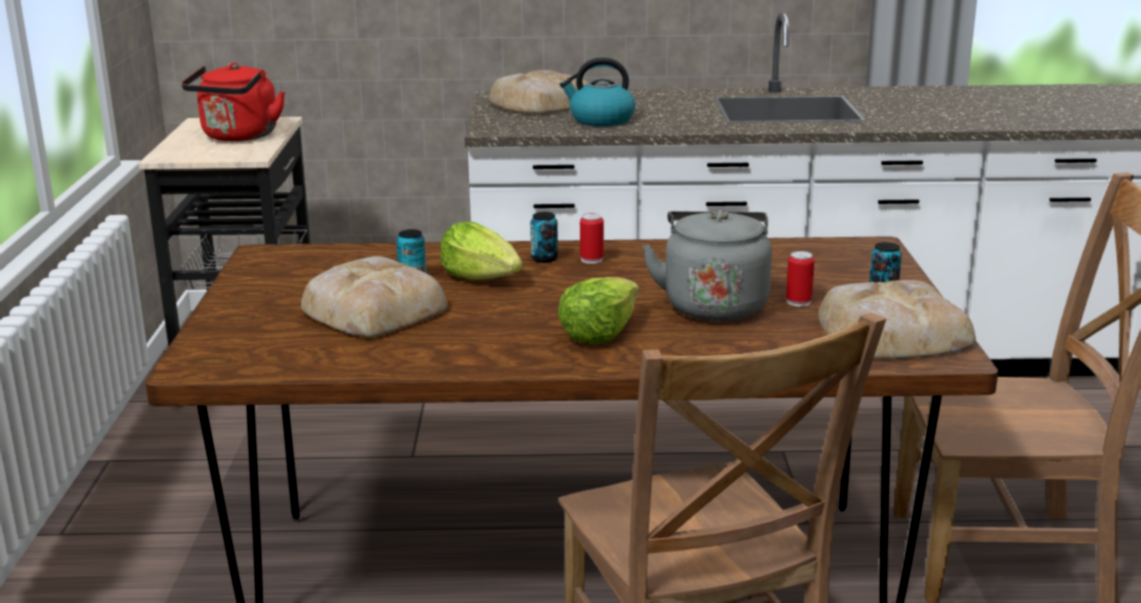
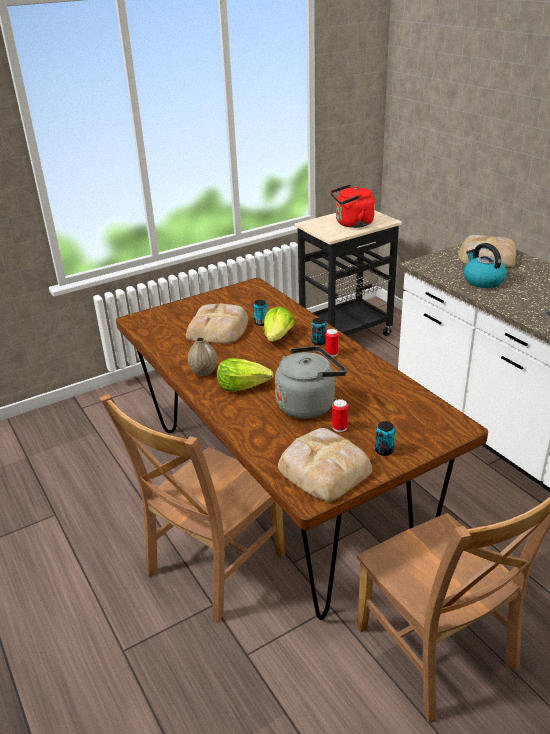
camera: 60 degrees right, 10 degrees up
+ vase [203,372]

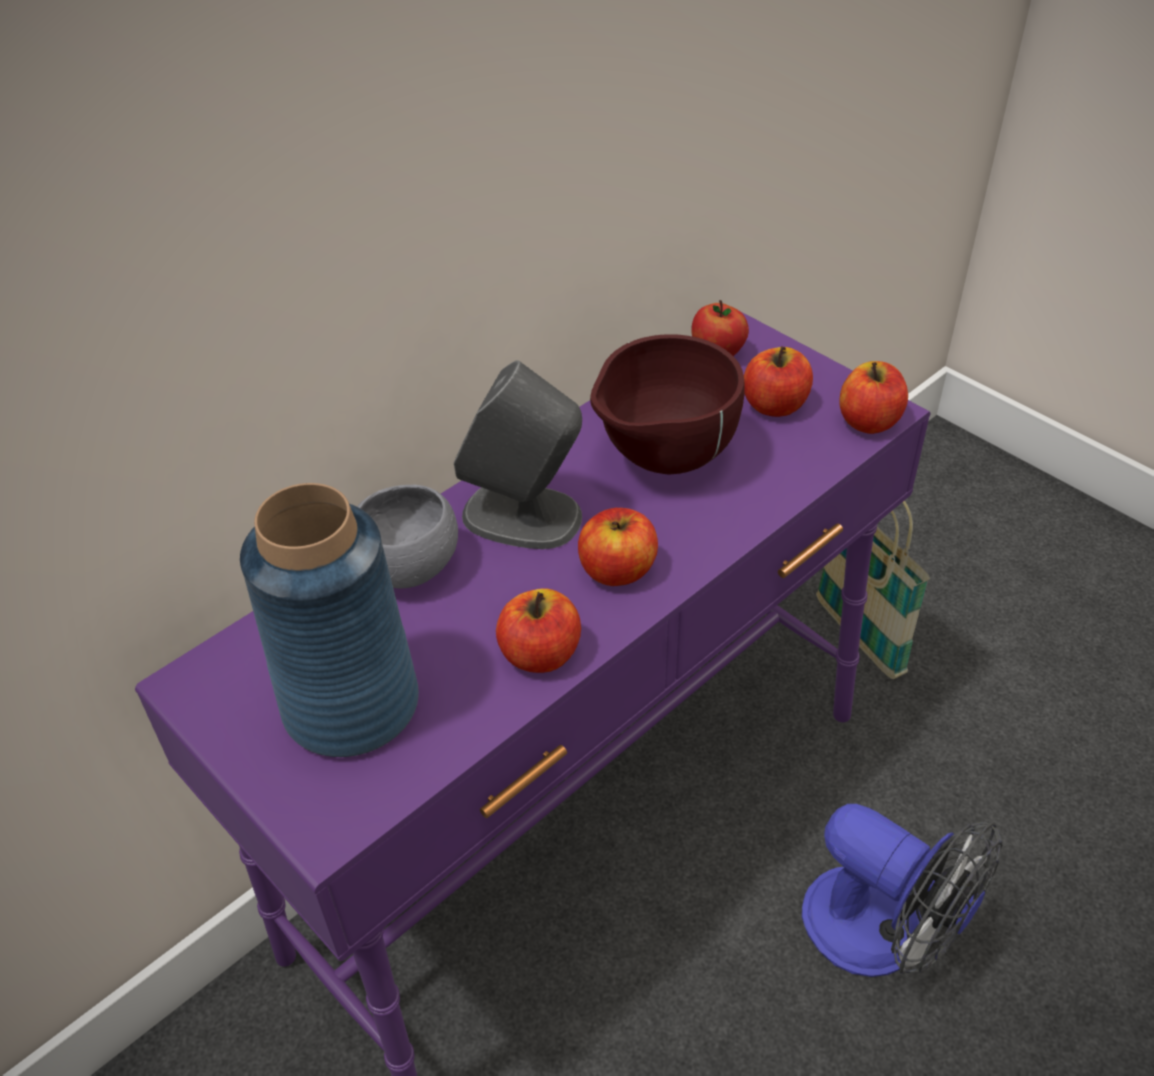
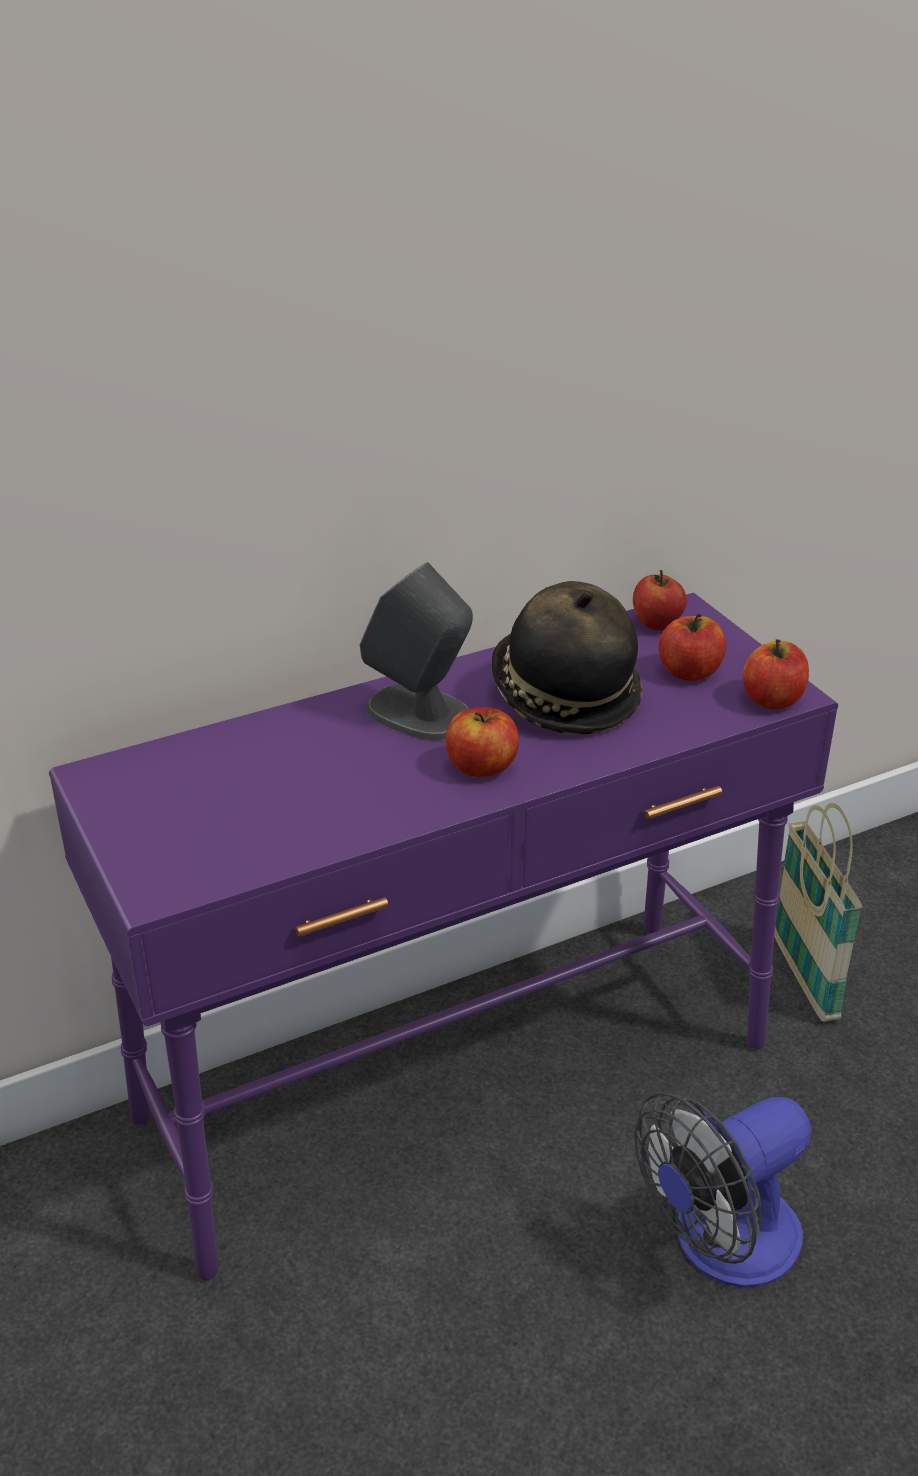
camera: 15 degrees right, 10 degrees down
- vase [bleu] [352,705]
- bol [gris] [409,568]
- pomme [540,654]
~ bol [marron] [662,462] to chapeau [562,696]
~ ventilateur [882,934] = [720,1245] 90 degrees clockwise

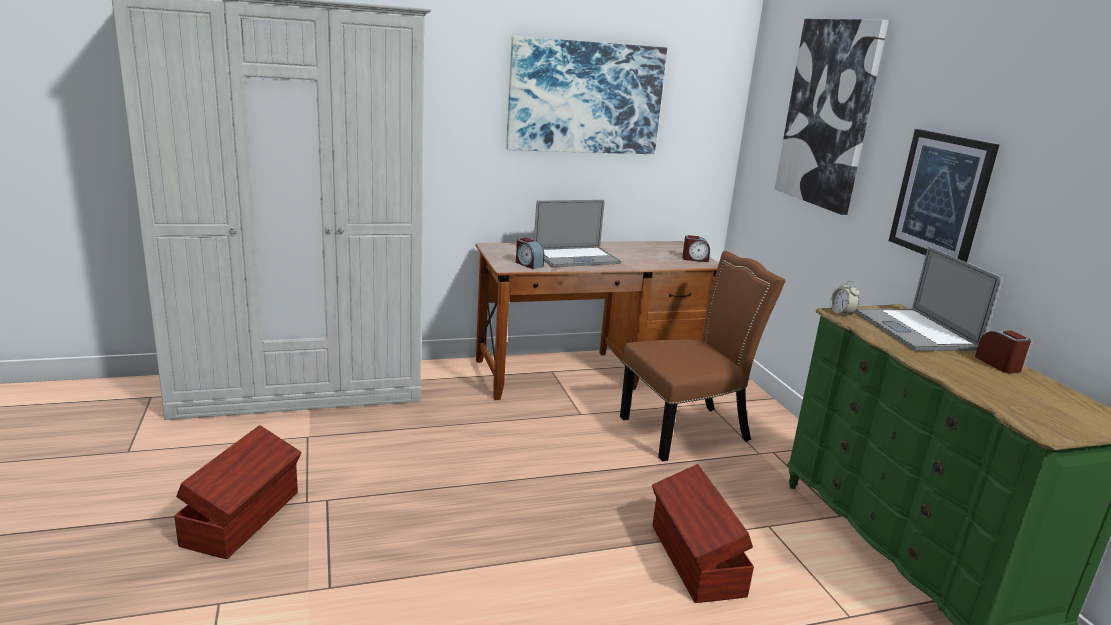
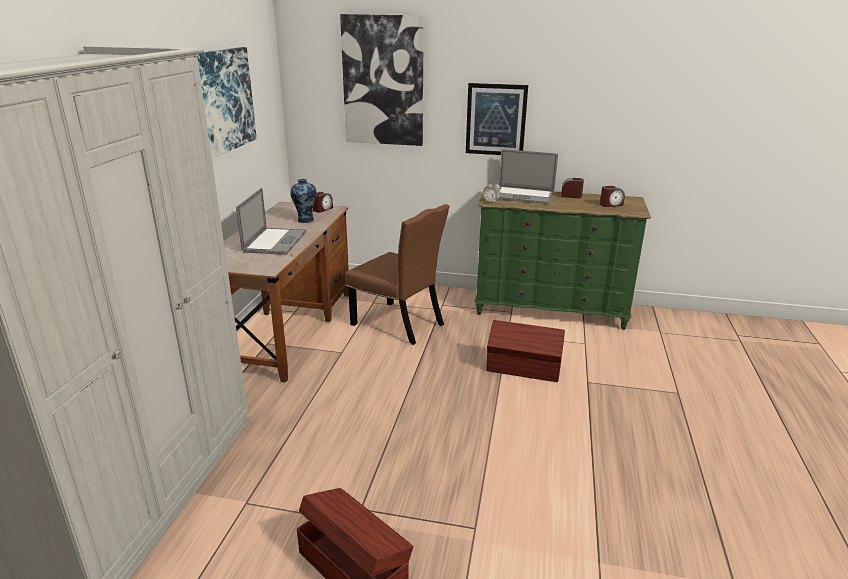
camera: 60 degrees left, 5 degrees up
+ vase [305,220]
~ réveil [528,264] to [611,205]
~ chaise [marron] [683,431] = [397,323] 120 degrees clockwise

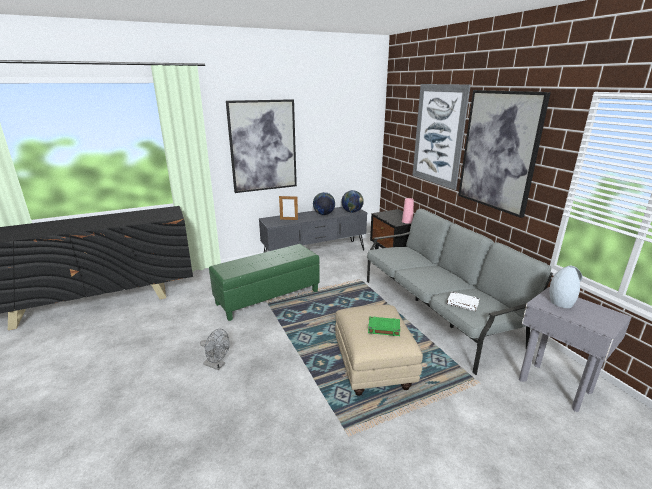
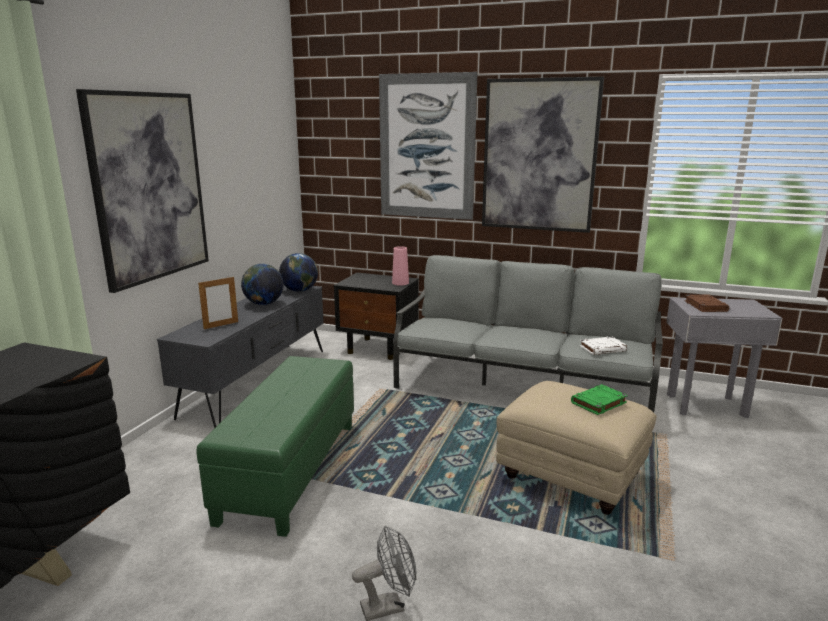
camera: 45 degrees left, 5 degrees down
~ vase [gris] [561,303] to livre [marron] [705,306]

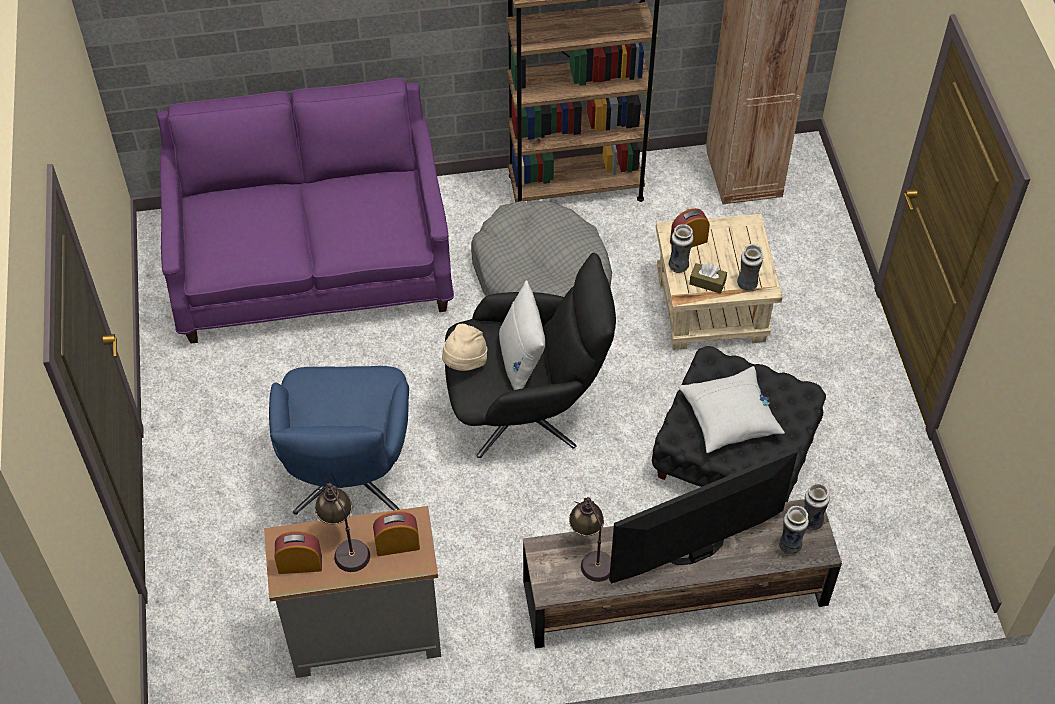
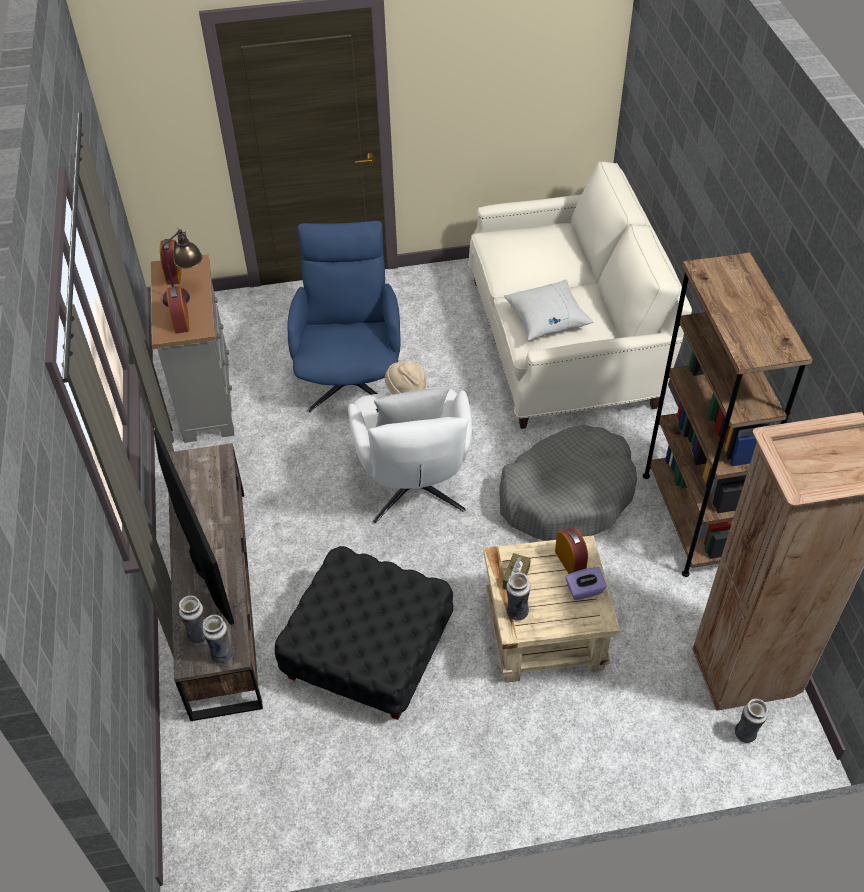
camera: 90 degrees right, 5 degrees down
- lampe de table [590,556]
+ boîte à mouchoirs [violet] [584,590]
~ vase [679,265] to [745,734]
~ coussin [gris] [729,418] to [546,319]
~ canapé [violet] [312,262] to canapé [blanc] [565,341]
~ fauteuil [noir] [525,411] to fauteuil [blanc] [413,487]
~ fauteuil [bleu] [348,475] = [351,379] 90 degrees clockwise

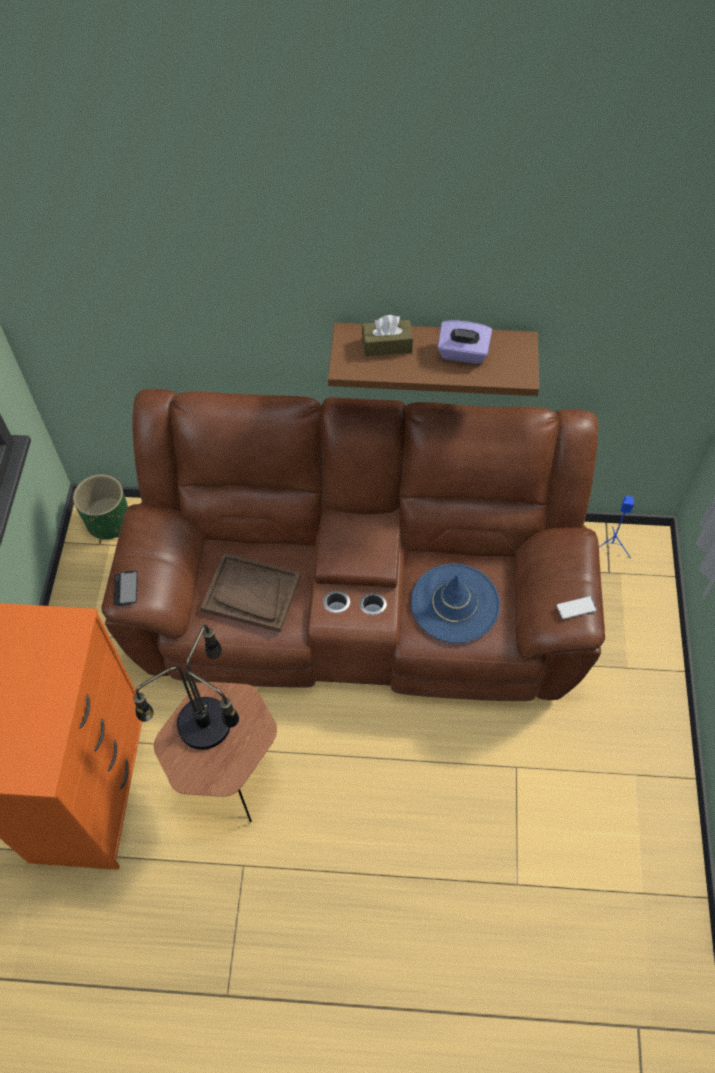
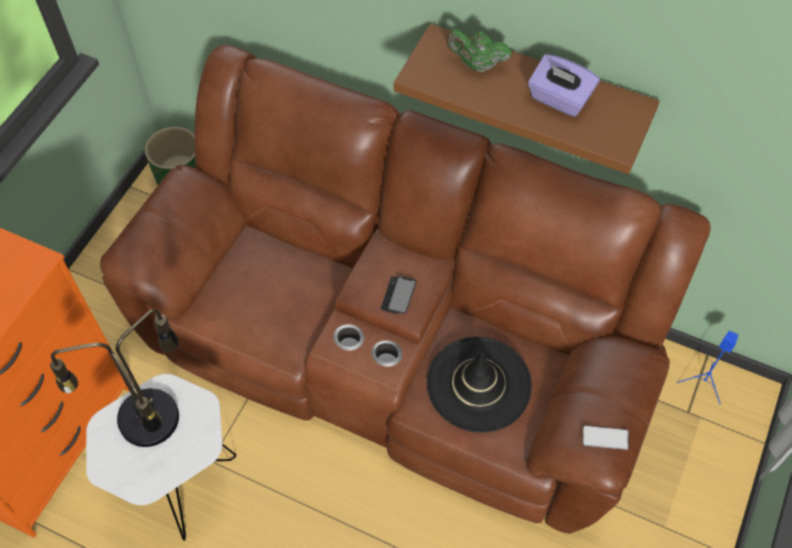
camera: 20 degrees right, 0 degrees up
- plateau [marron] [251,594]
~ téléphone [125,589] to [398,295]
~ boîte à mouchoirs [marron] [387,345] to théière [vert] [477,65]
~ table d'appoint [marron] [232,782] to table d'appoint [blanc] [183,491]
~ chapeau [bleu] [455,603] to chapeau [noir] [478,384]

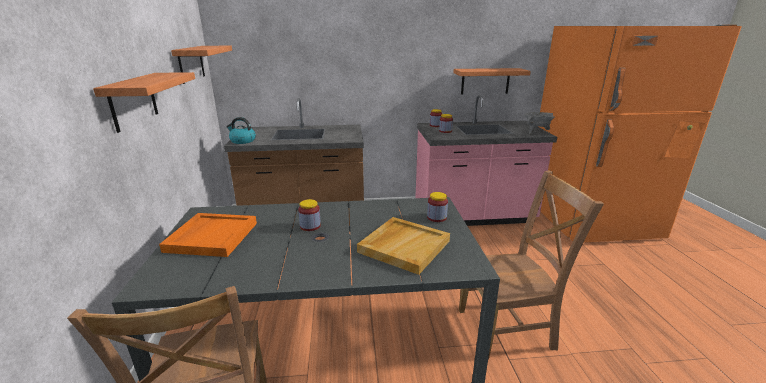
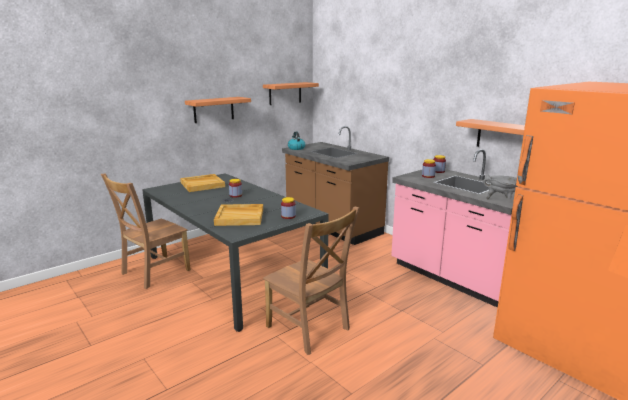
camera: 55 degrees right, 5 degrees down
~ plateau [orange] [212,236] to plateau [beige] [202,184]

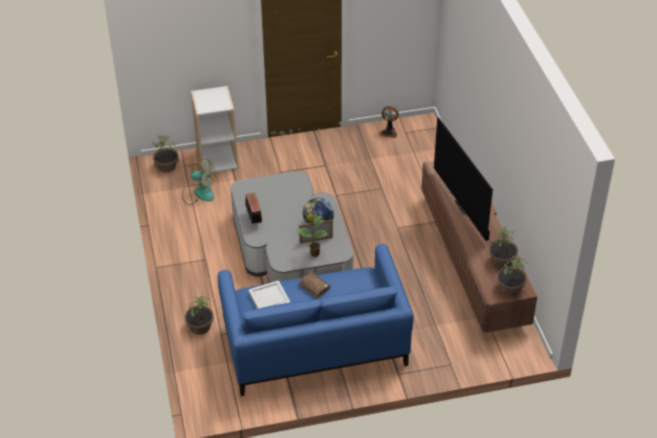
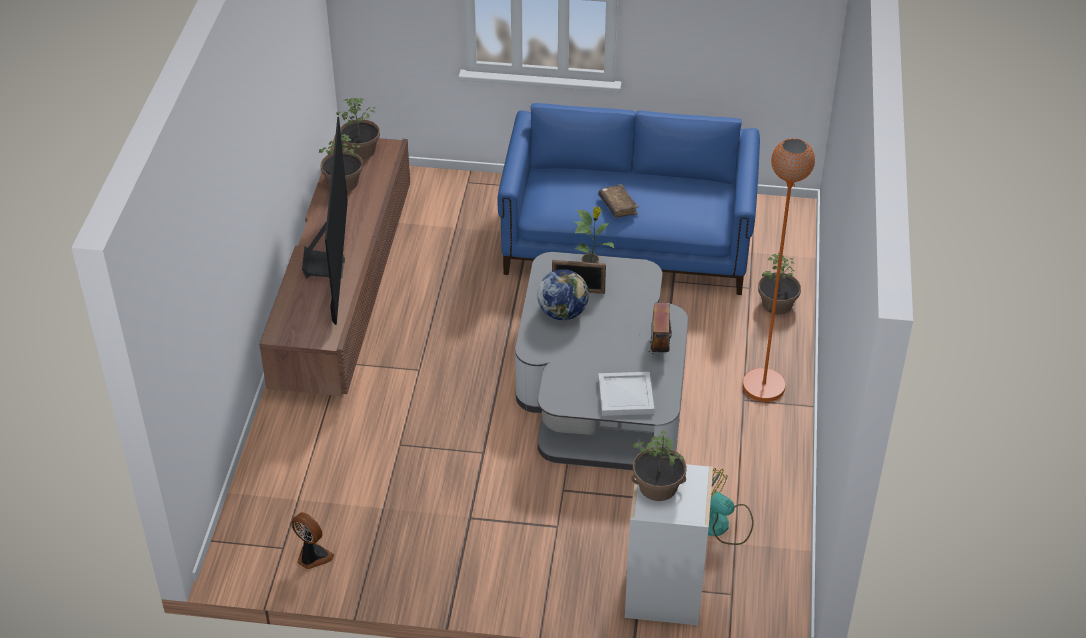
camera: 160 degrees left, 0 degrees up
+ lampadaire [orange] [764,386]
~ plante en pot [167,166] to [658,486]
~ plateau [blanc] [269,299] to [626,395]

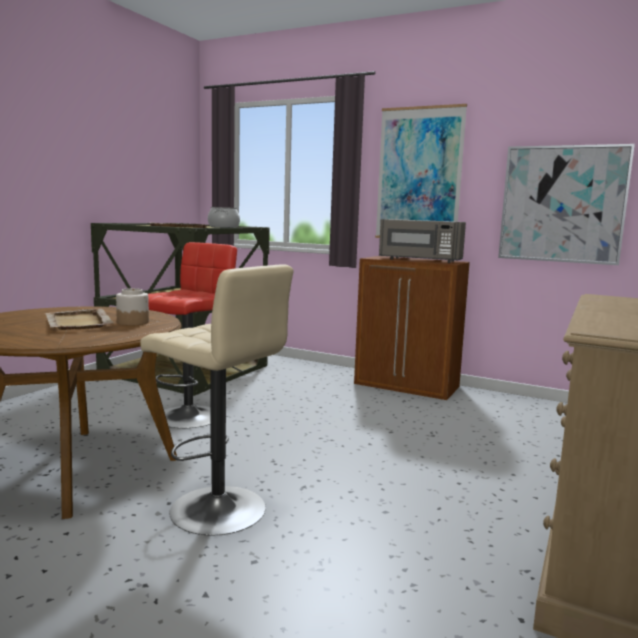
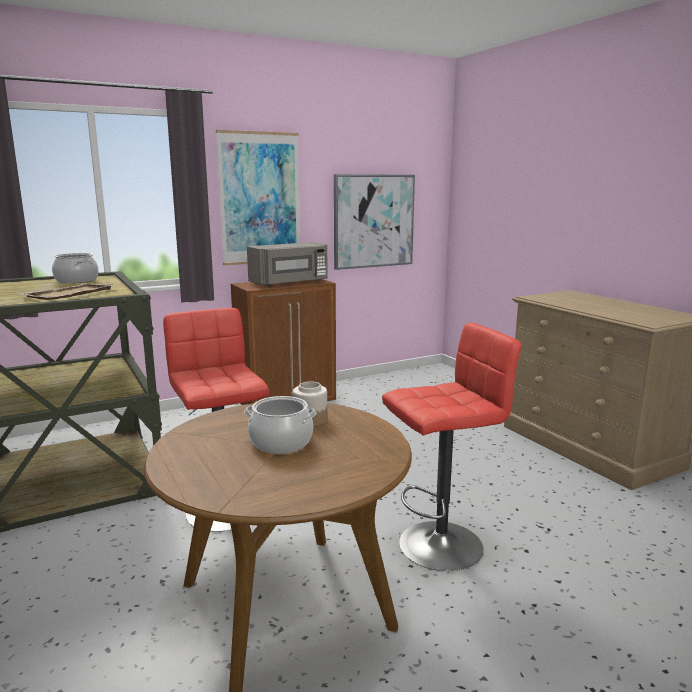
camera: 55 degrees left, 5 degrees up
~ plateau [beige] [78,322] to marmite [281,442]
~ tabouret [beige] [218,510] to tabouret [rouge] [442,545]

